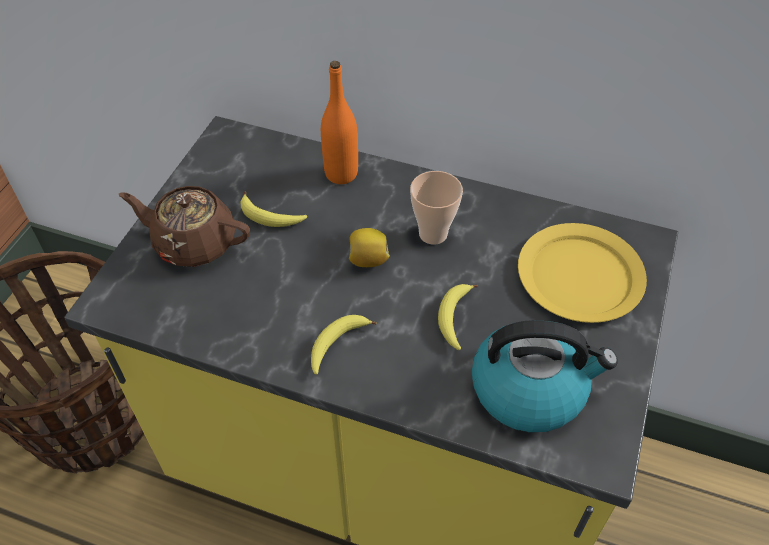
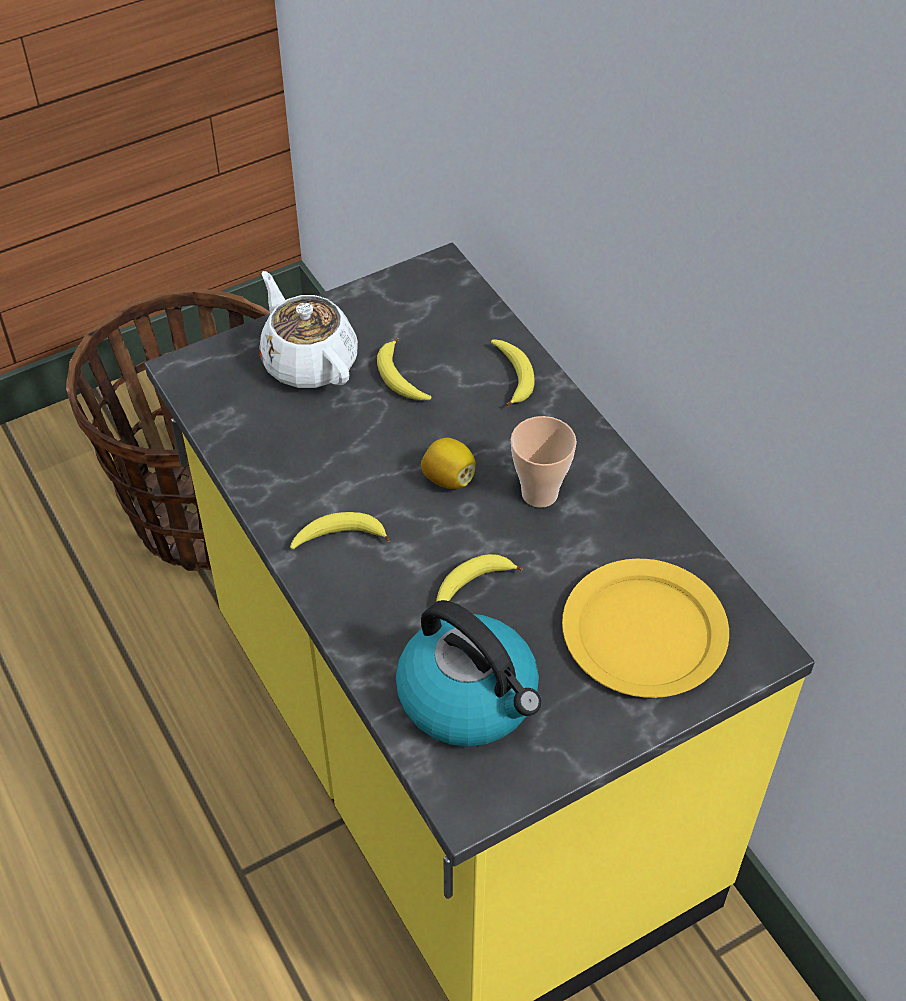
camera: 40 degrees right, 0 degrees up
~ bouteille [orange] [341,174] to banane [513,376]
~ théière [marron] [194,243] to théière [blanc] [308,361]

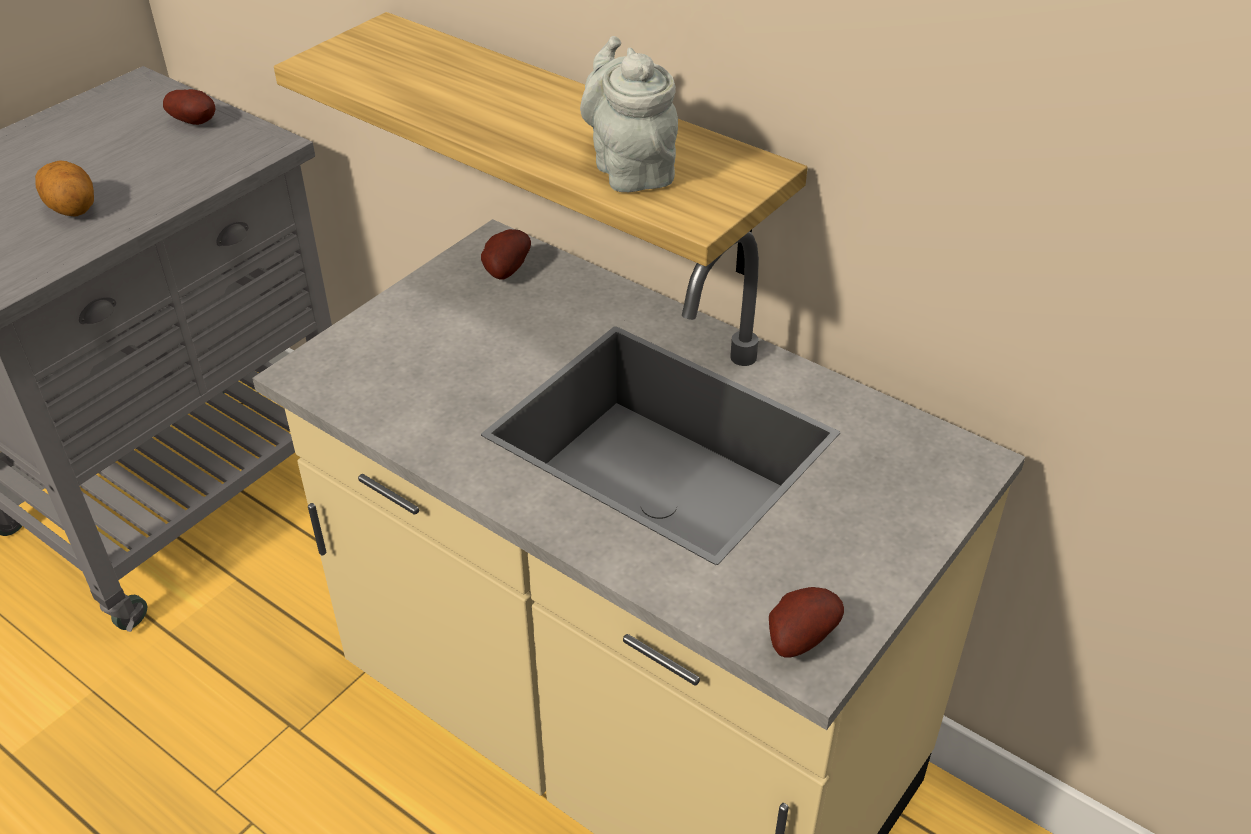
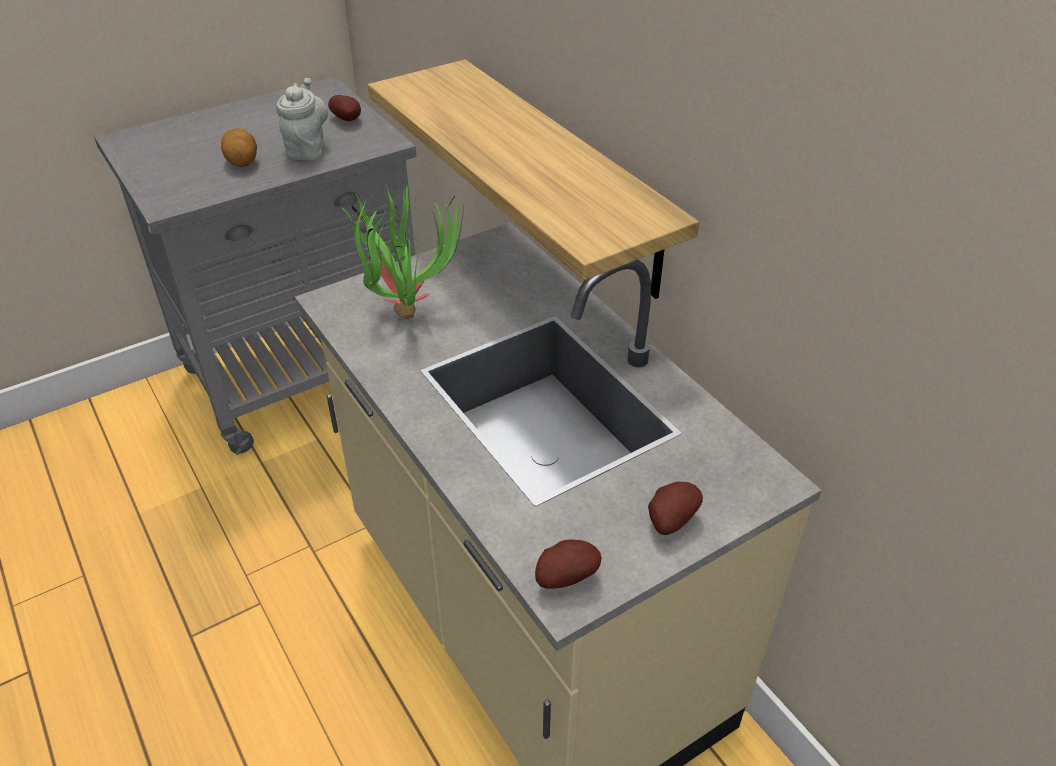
camera: 20 degrees right, 0 degrees up
+ plante en pot [406,306]
~ pomme de terre [504,271] to [669,520]
~ théière [gris] [631,168] to [307,149]

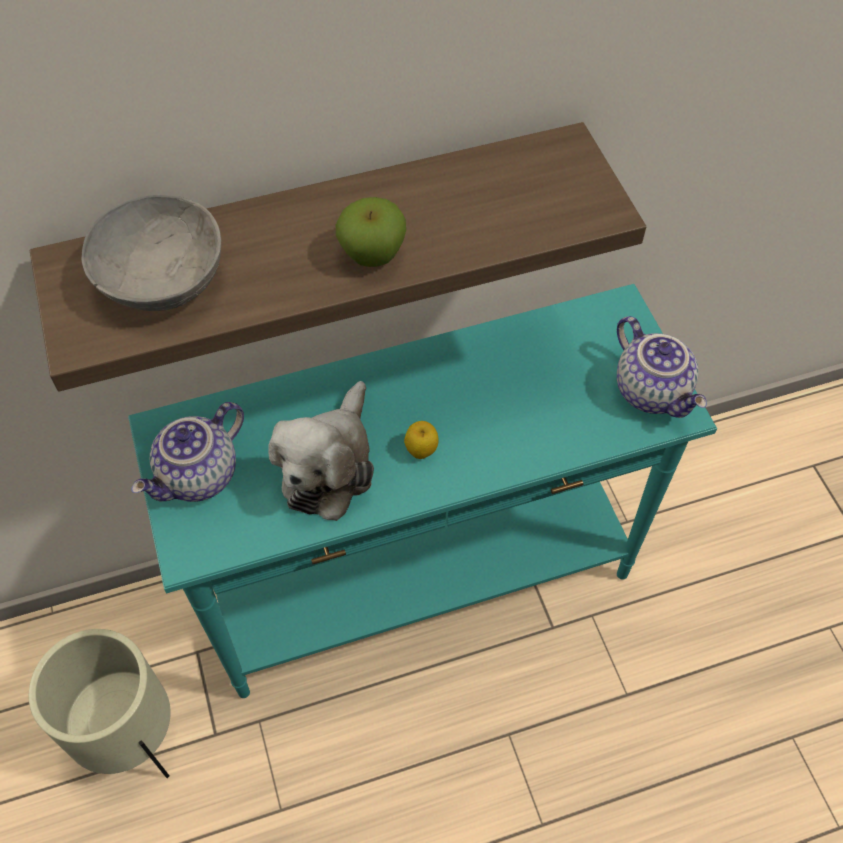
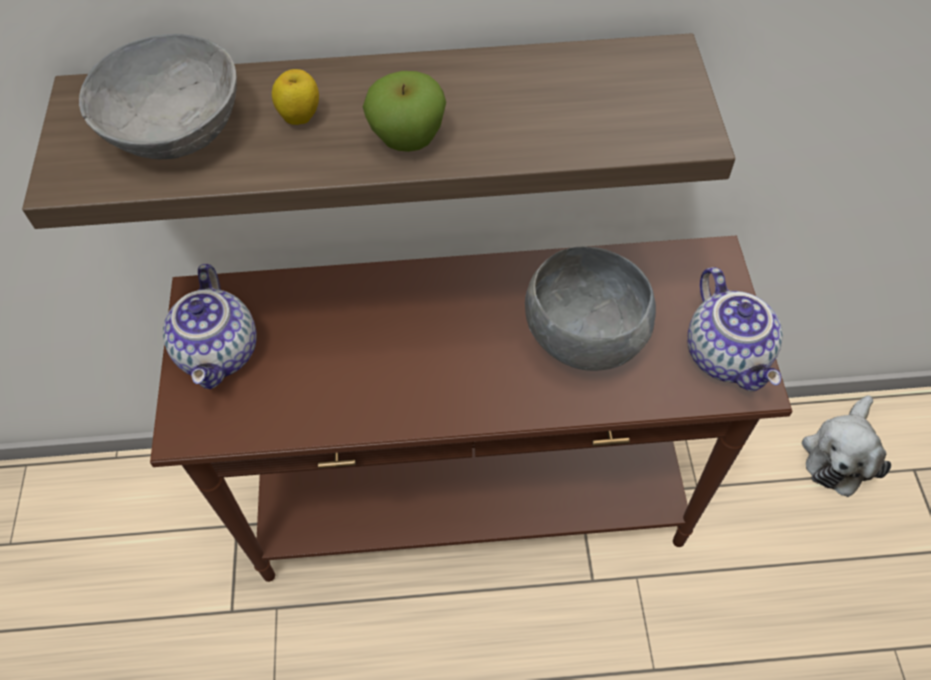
camera: 15 degrees right, 0 degrees up
- cache-pot [beige] [132,739]
+ bol [gris] [584,342]
~ peluche [329,465] to [840,453]
~ pomme [421,451] to [300,118]
~ table console [turquoise] [423,578] to table console [marron] [473,501]
~ théière [199,477] = [221,353] 60 degrees counterclockwise

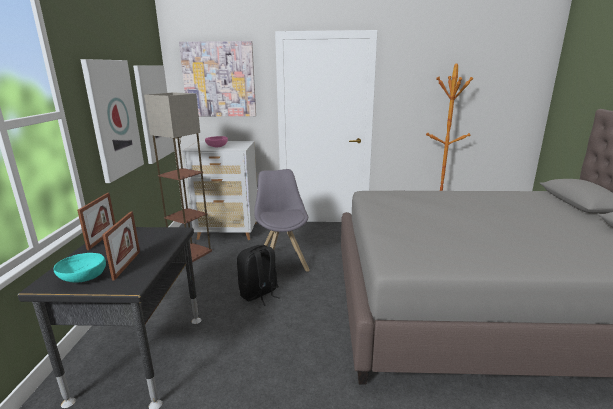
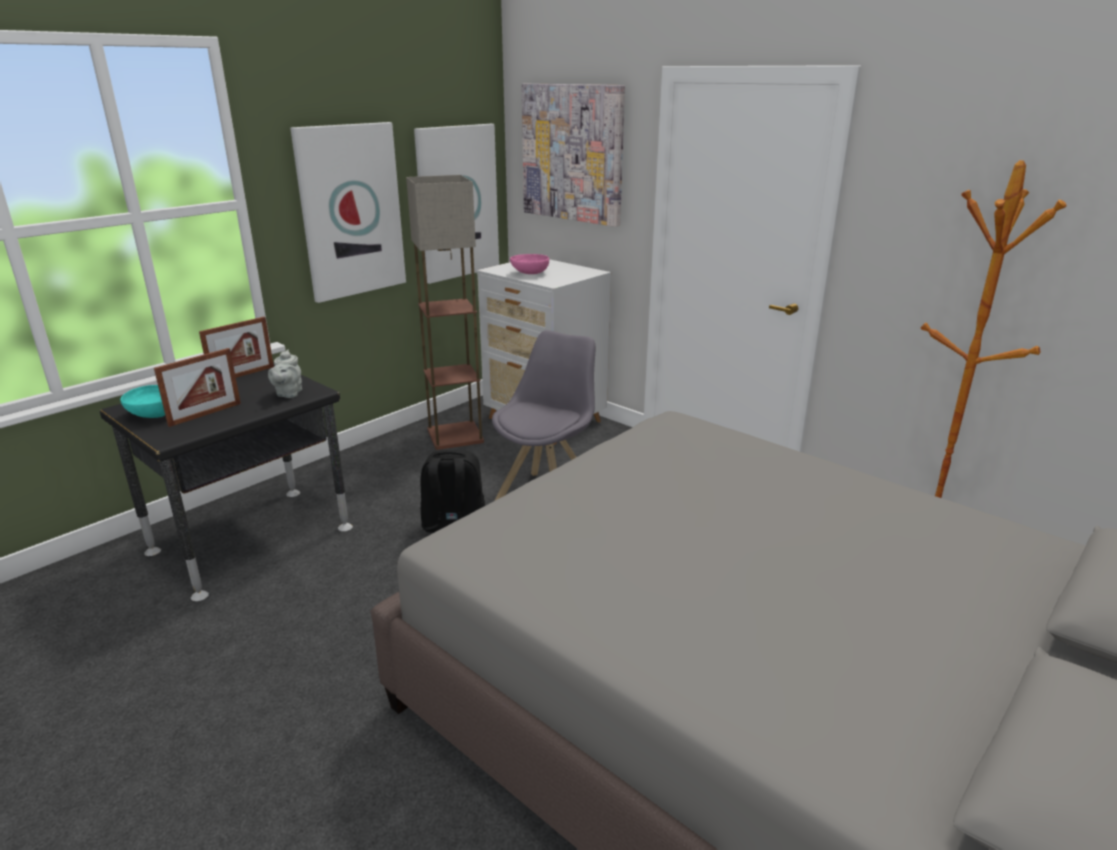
camera: 40 degrees right, 5 degrees up
+ théière [gris] [288,394]

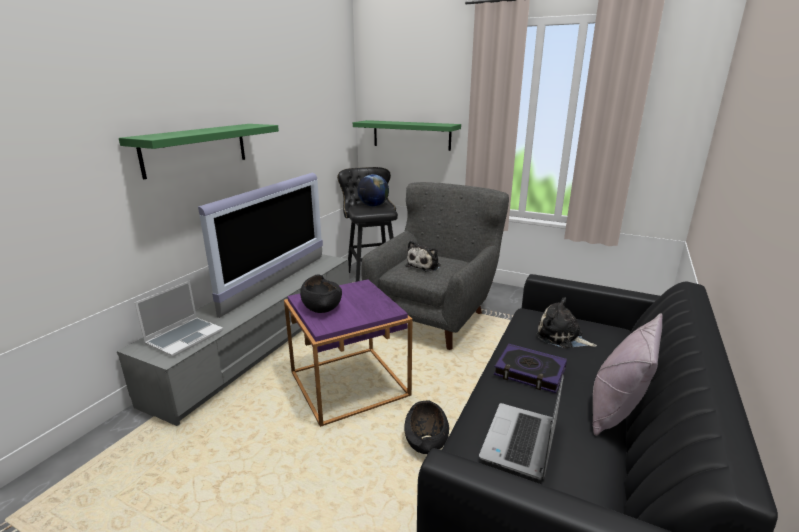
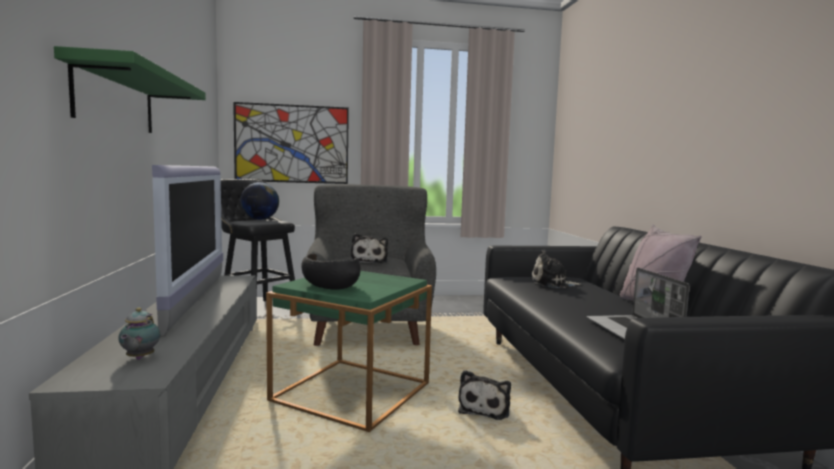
camera: 35 degrees left, 15 degrees down
- livre [529,372]
~ ordinateur portable [185,337] to théière [139,358]
~ étagère [vert] [411,135] to tableau [292,144]
~ bol [noir] [426,439] to peluche [485,408]
~ table d'appoint [violet] [349,384] to table d'appoint [vert] [351,392]

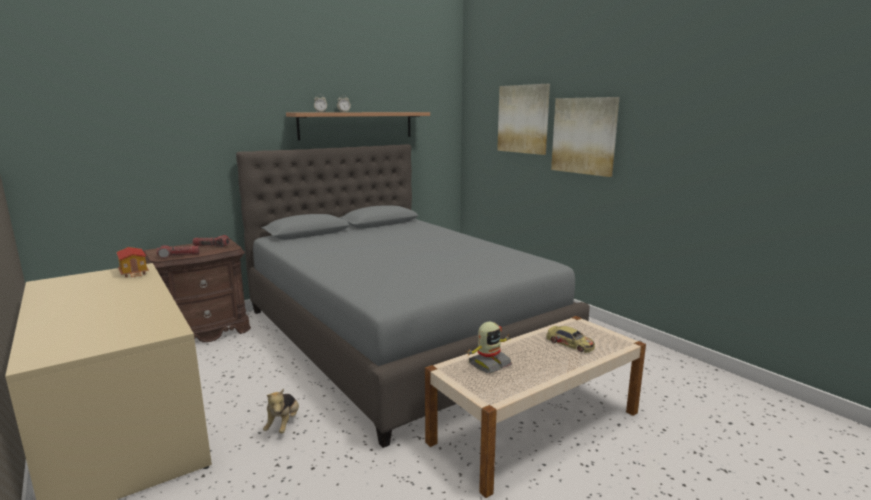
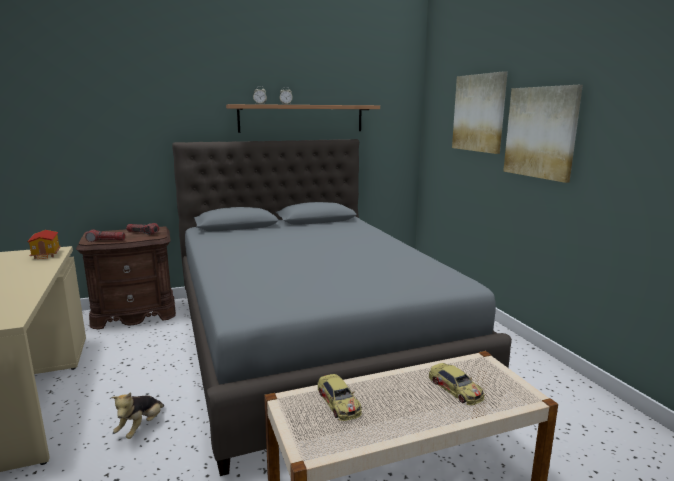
camera: 15 degrees right, 0 degrees up
~ robot jouet [489,364] to petite voiture [338,402]

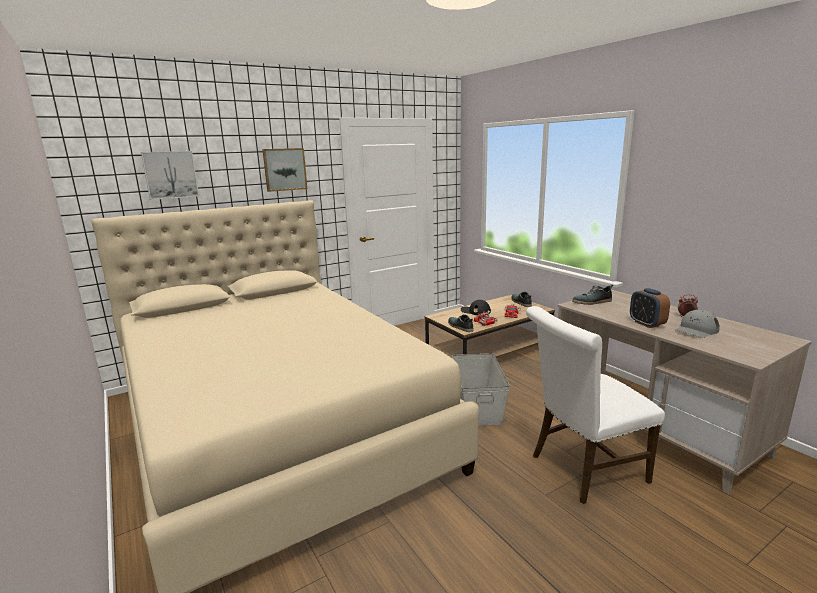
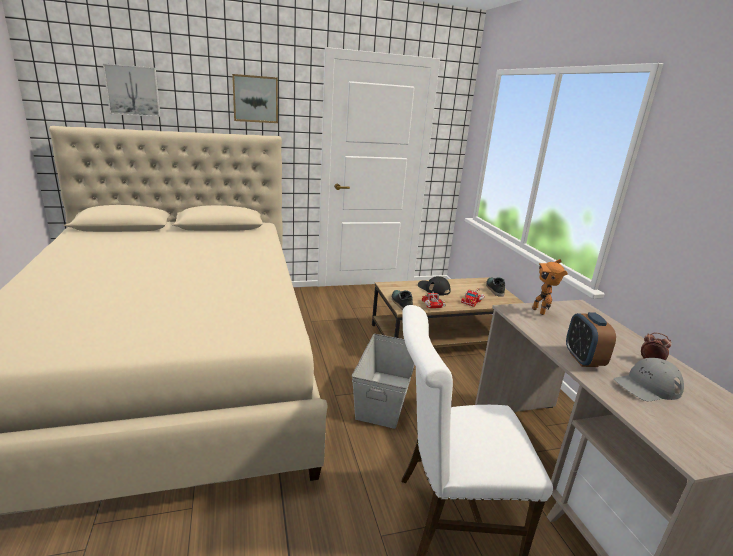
camera: 15 degrees right, 5 degrees up
~ chaussure [592,302] to robot jouet [540,311]

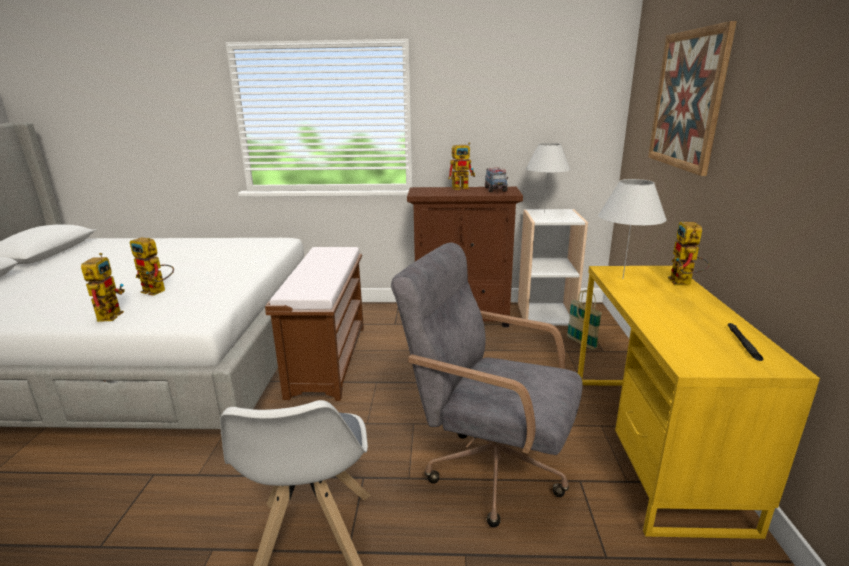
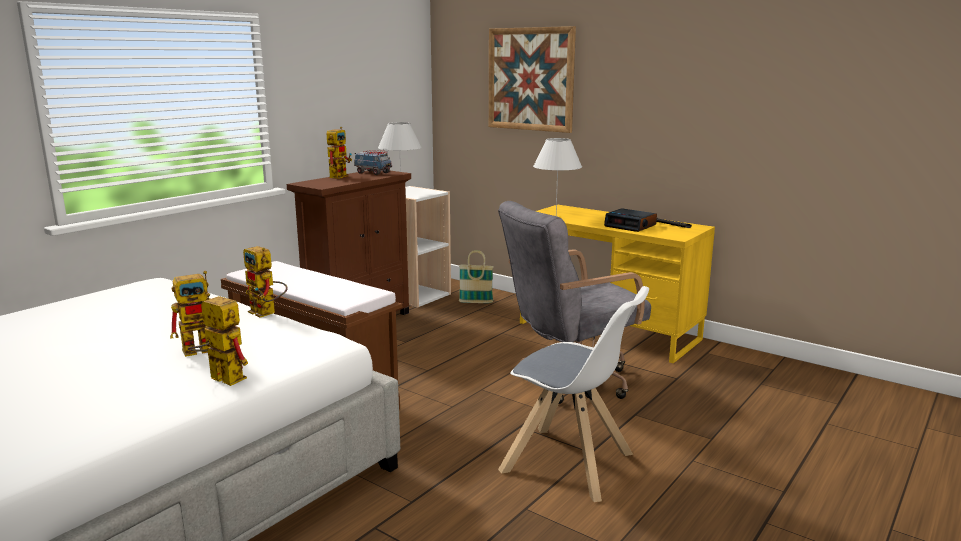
camera: 55 degrees left, 5 degrees down
+ réveil [631,226]
~ robot jouet [683,283] to [267,313]

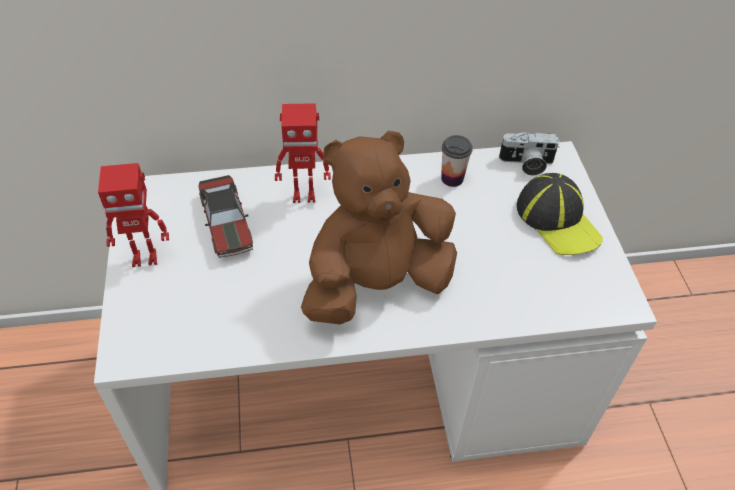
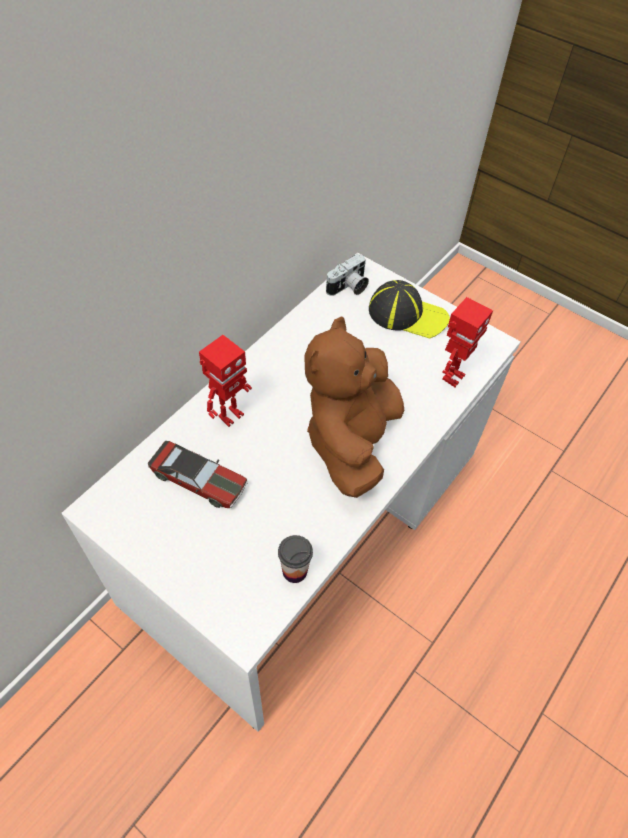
camera: 45 degrees left, 5 degrees up
~ robot jouet [145,257] to [452,377]
~ tasse [452,178] to [294,571]

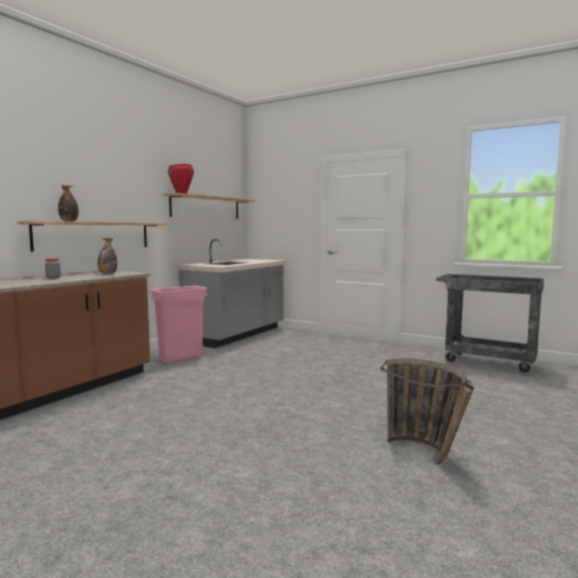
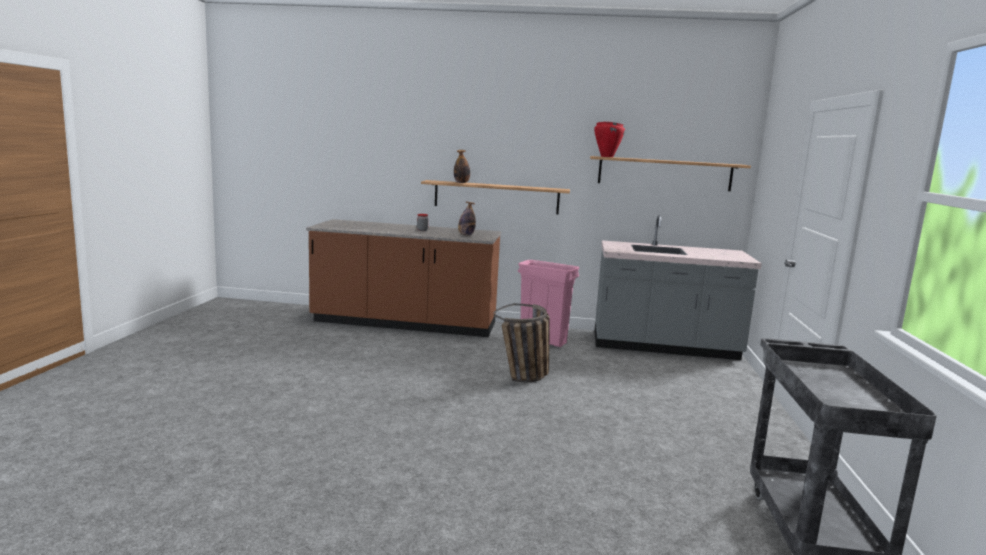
camera: 65 degrees right, 5 degrees up
~ panier [429,455] to [524,378]

